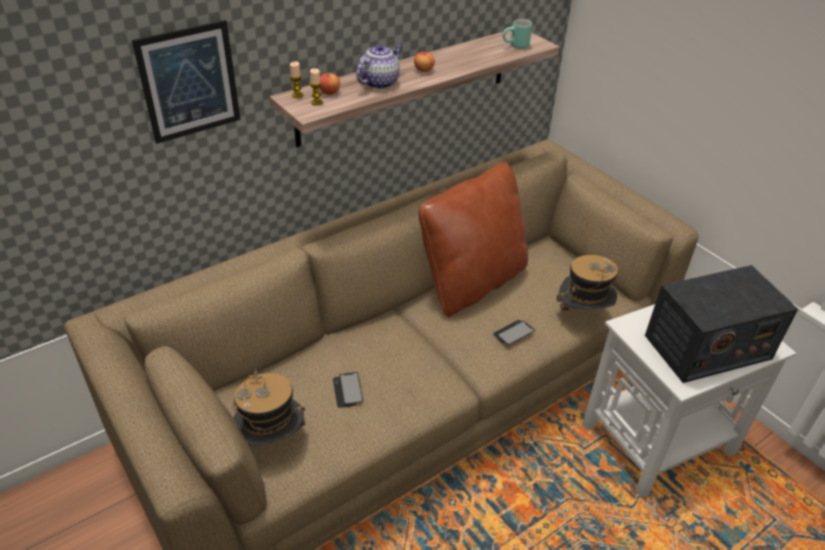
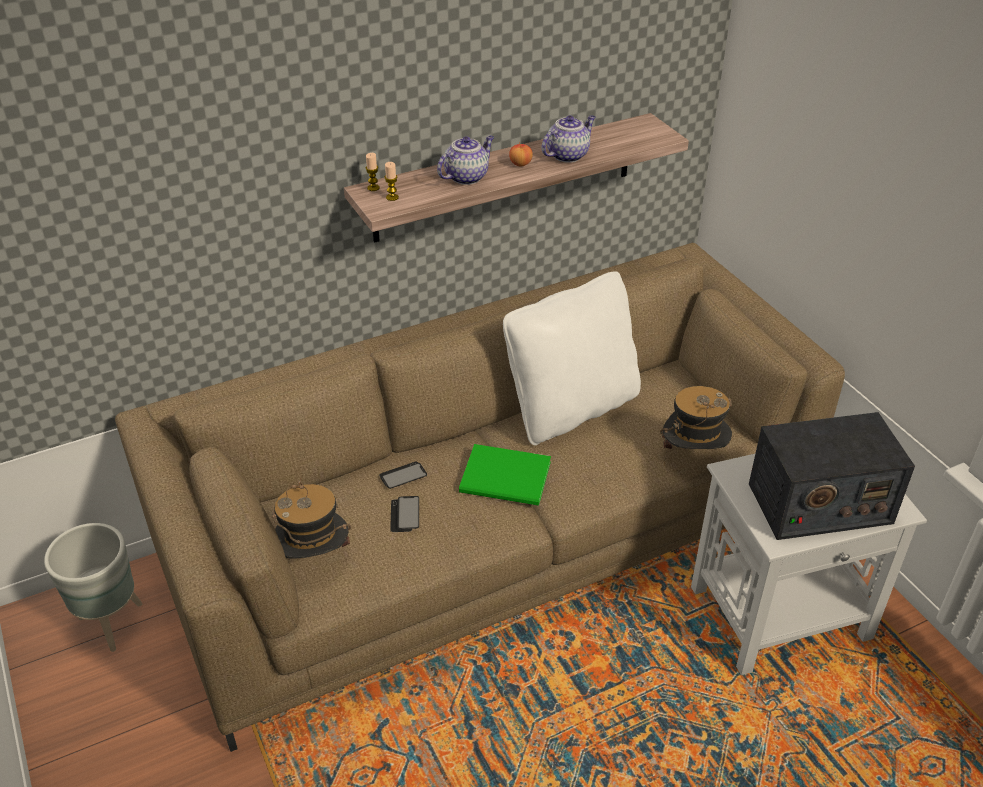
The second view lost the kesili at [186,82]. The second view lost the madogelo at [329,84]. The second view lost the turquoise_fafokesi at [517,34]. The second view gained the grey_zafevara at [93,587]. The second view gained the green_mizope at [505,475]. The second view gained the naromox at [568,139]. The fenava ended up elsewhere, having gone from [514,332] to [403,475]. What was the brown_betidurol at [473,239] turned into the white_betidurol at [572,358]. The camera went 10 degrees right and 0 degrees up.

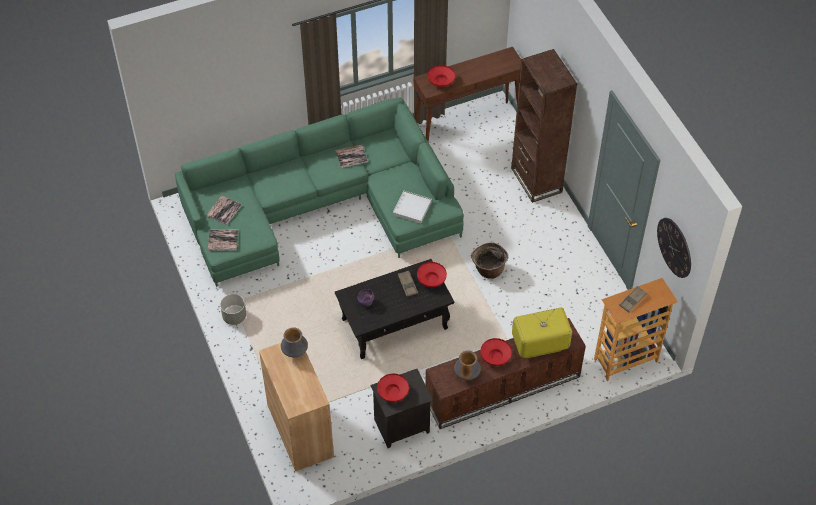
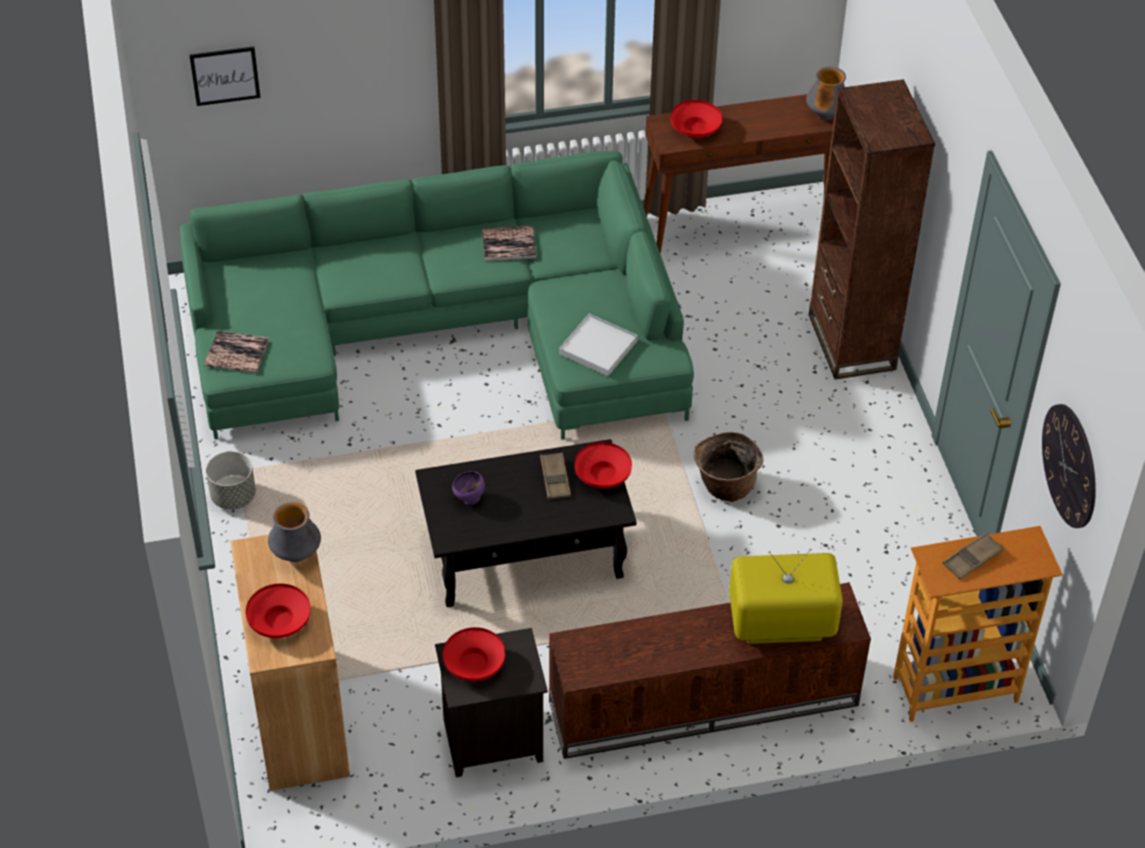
The second view lost the mizope at [224,210]. The second view gained the kesili at [224,76]. The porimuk ended up elsewhere, having gone from [467,365] to [826,93]. The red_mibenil ended up elsewhere, having gone from [496,352] to [278,611]. The camera went 10 degrees right and 5 degrees down.

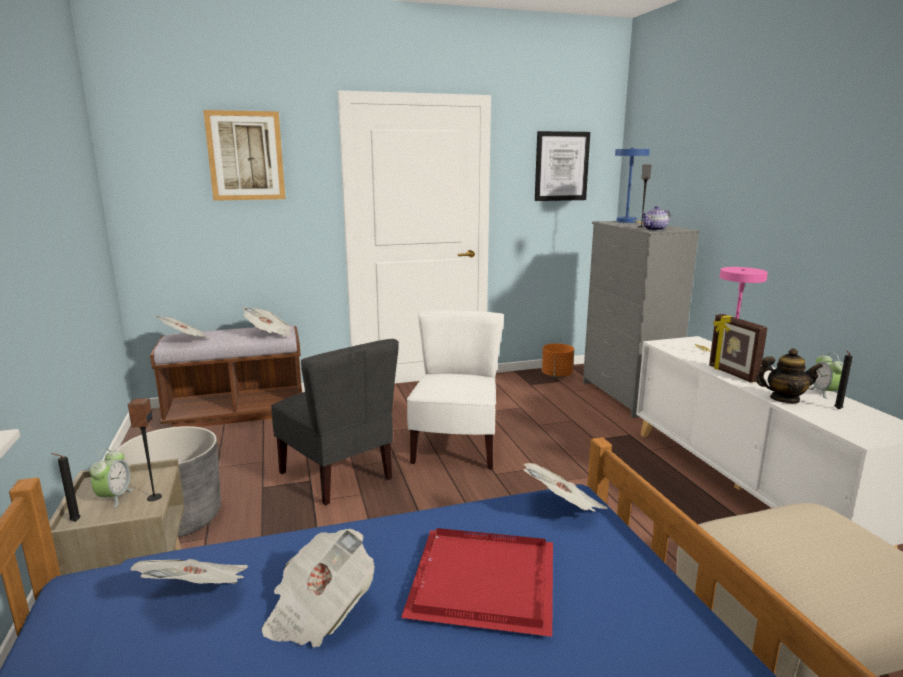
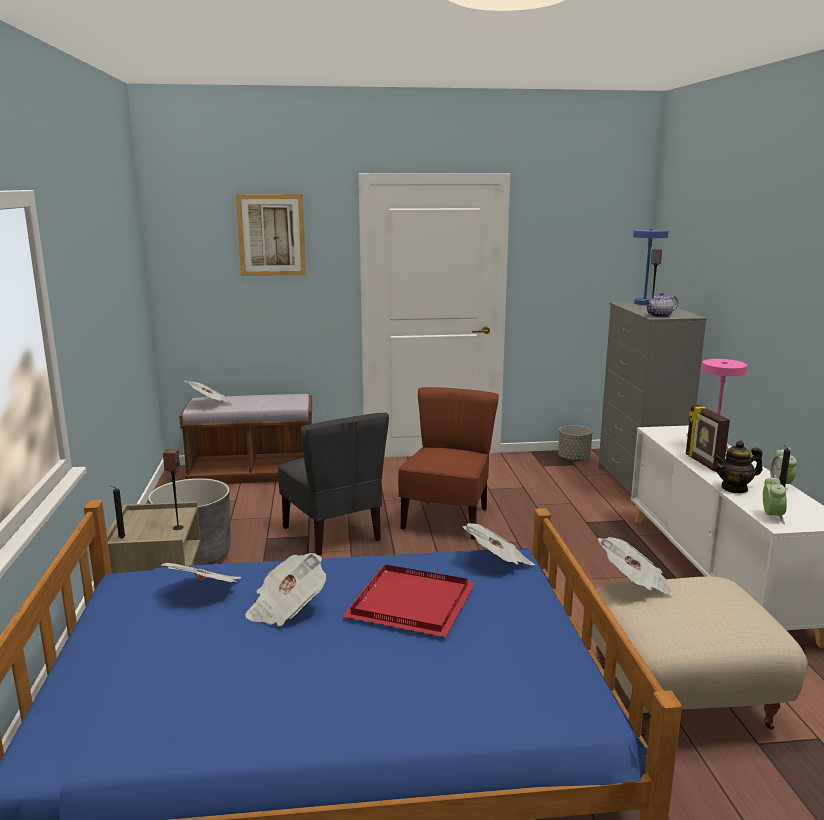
The second view lost the kesili at [562,166]. The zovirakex ended up elsewhere, having gone from [111,478] to [775,499]. The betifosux ended up elsewhere, having gone from [267,322] to [636,566]. What was the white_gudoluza at [455,389] turned into the brown_gudoluza at [448,463]. What was the orange_zafevara at [558,360] turned into the grey_zafevara at [575,443]. The naromox at [789,375] ended up facing another way, 150 degrees clockwise from before. The camera went 10 degrees right and 0 degrees up.

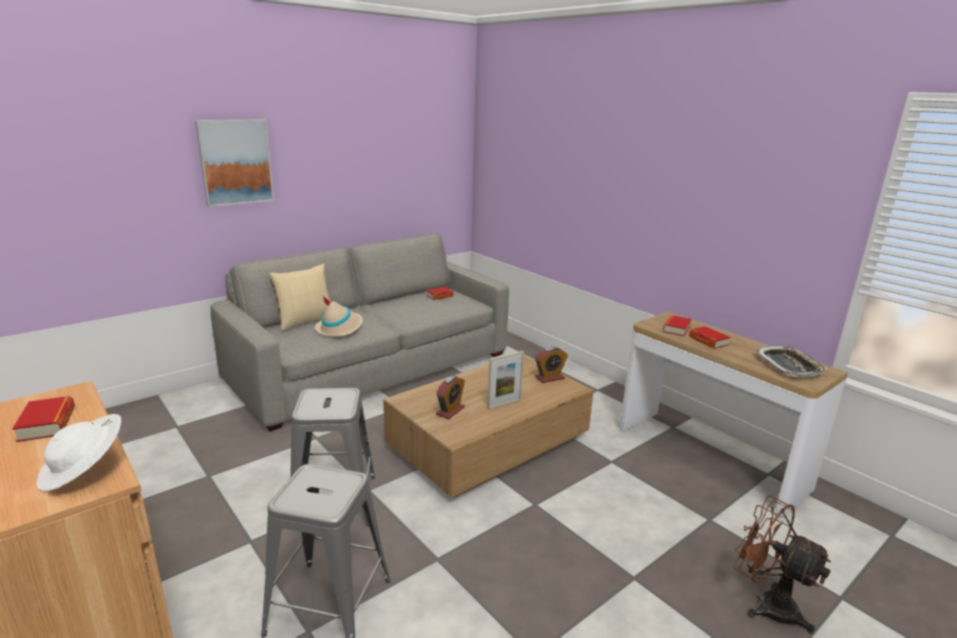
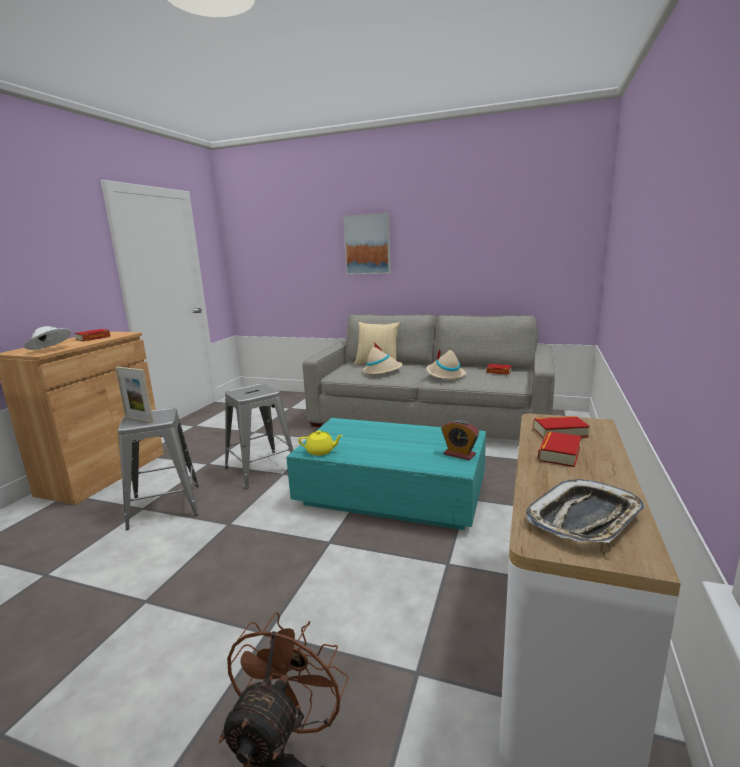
The second view lost the zovirakex at [450,397]. The second view gained the yellow_naromox at [320,443]. The second view gained the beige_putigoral at [446,363]. The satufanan ended up elsewhere, having gone from [505,380] to [134,395]. What was the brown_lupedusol at [488,427] turned into the turquoise_lupedusol at [386,474]. The camera went 60 degrees right and 5 degrees down.

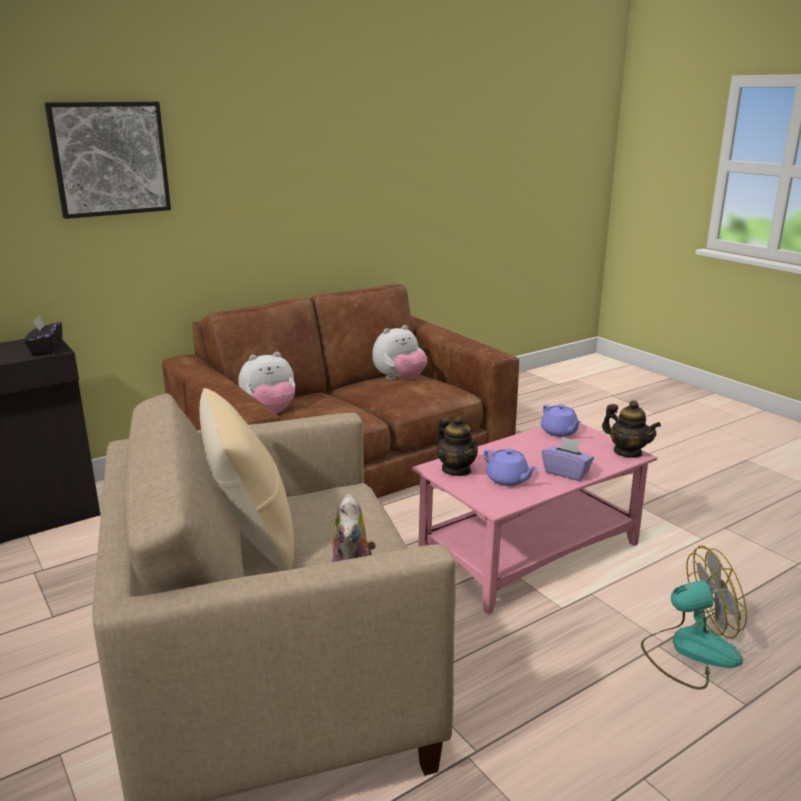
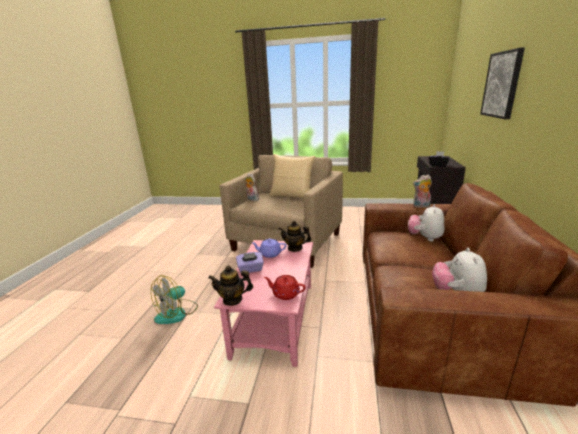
The second view gained the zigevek at [422,191]. What was the purple_naromox at [561,420] turned into the red_naromox at [285,287]. The camera went 135 degrees right and 0 degrees up.

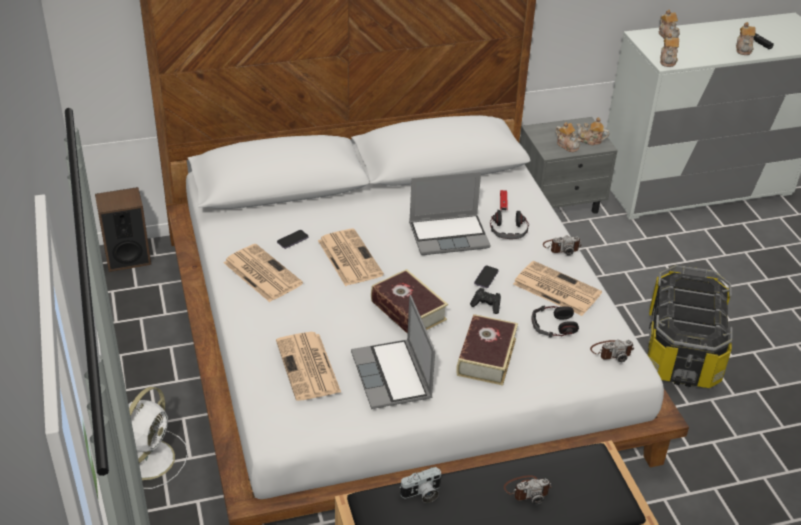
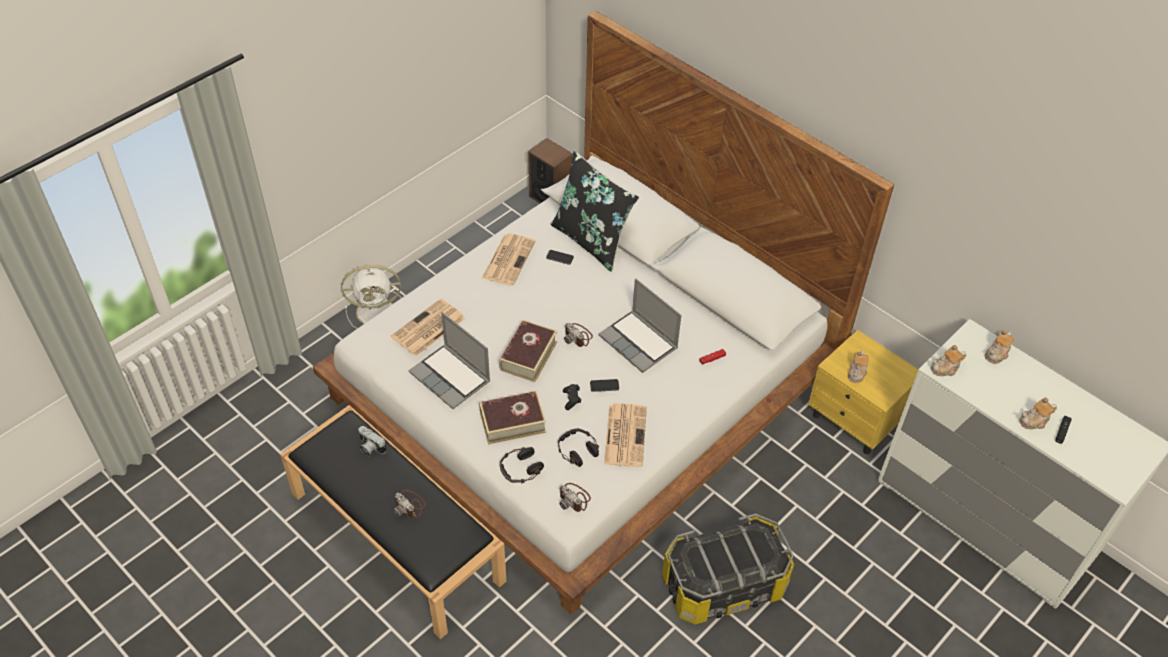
The second view lost the betifosux at [351,257]. The second view lost the naromox at [592,131]. The second view gained the black_betidurol at [594,211]. The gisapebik ended up elsewhere, having gone from [509,224] to [522,465]. The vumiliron ended up elsewhere, having gone from [562,245] to [578,335]. What was the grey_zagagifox at [568,165] turned into the yellow_zagagifox at [863,392]. The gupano at [393,352] ended up facing another way, 90 degrees counterclockwise from before. The camera went 60 degrees right and 10 degrees up.

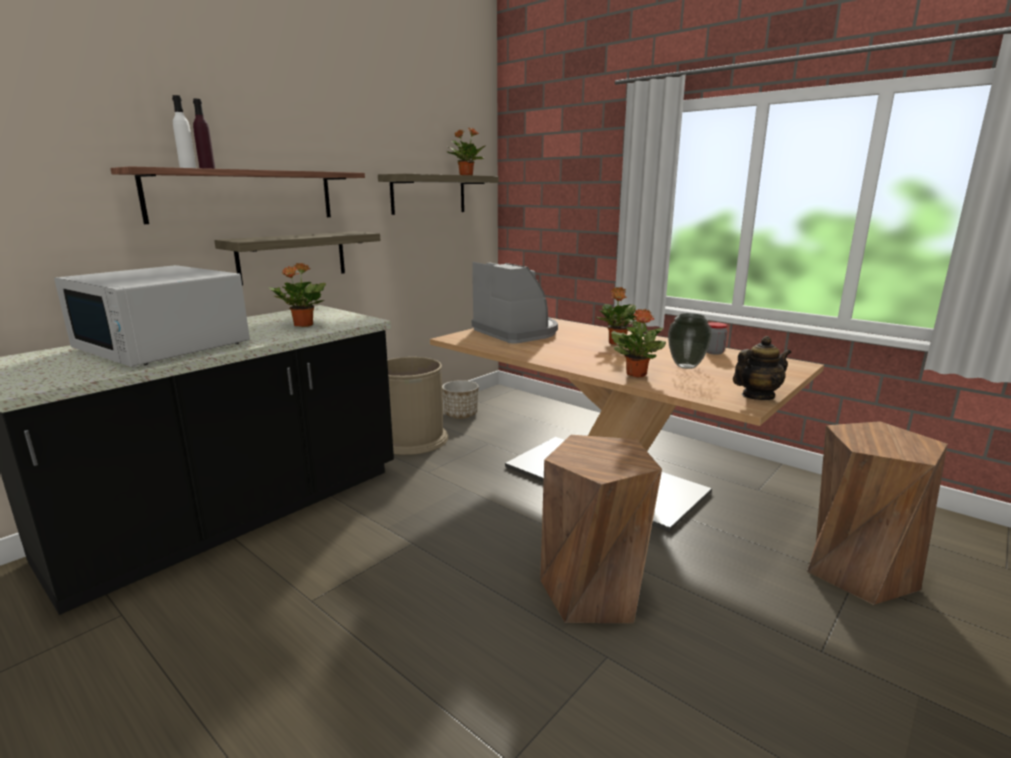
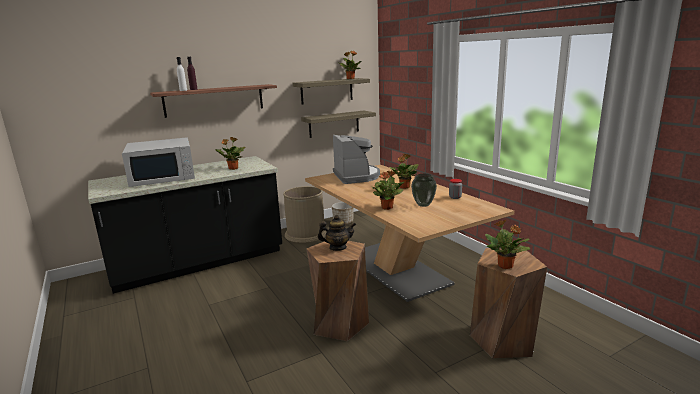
The second view gained the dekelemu at [507,244]. The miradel ended up elsewhere, having gone from [297,259] to [338,124]. The naromox ended up elsewhere, having gone from [762,368] to [337,233]. The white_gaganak at [152,316] ended up facing another way, 75 degrees counterclockwise from before. The camera went 20 degrees right and 0 degrees up.

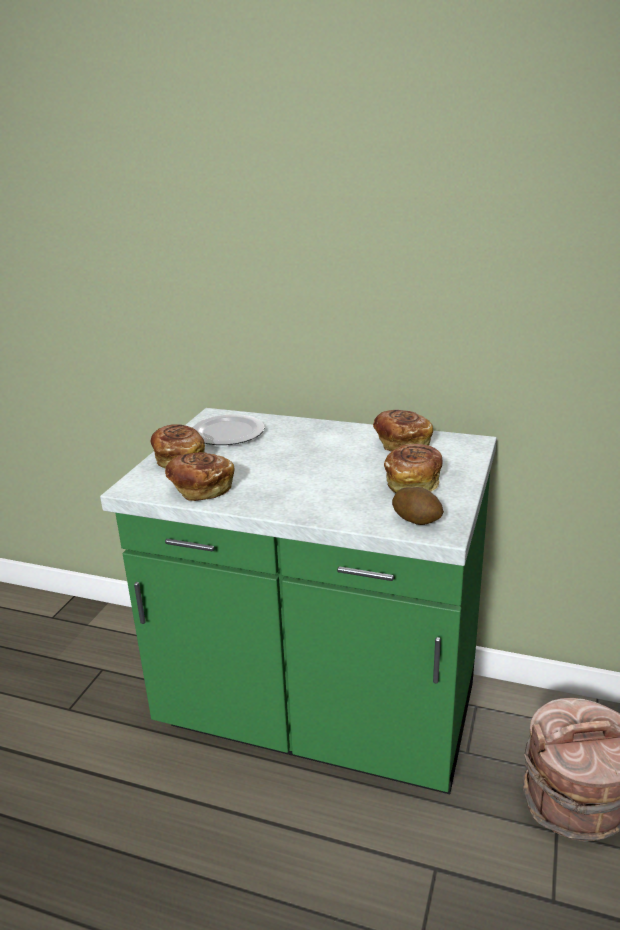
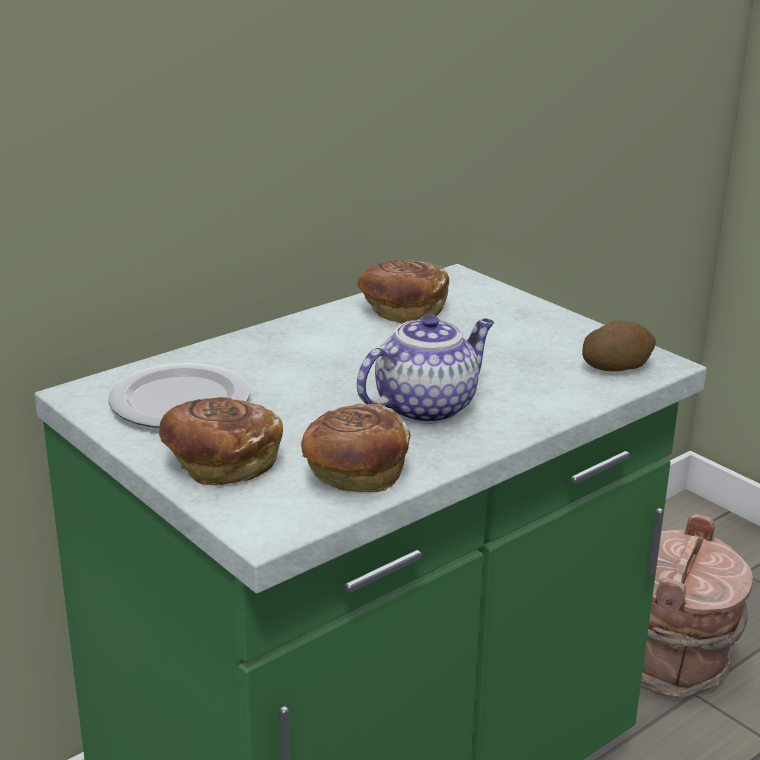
The second view lost the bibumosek at [413,468]. The second view gained the naromox at [425,369]. The camera went 60 degrees left and 0 degrees up.

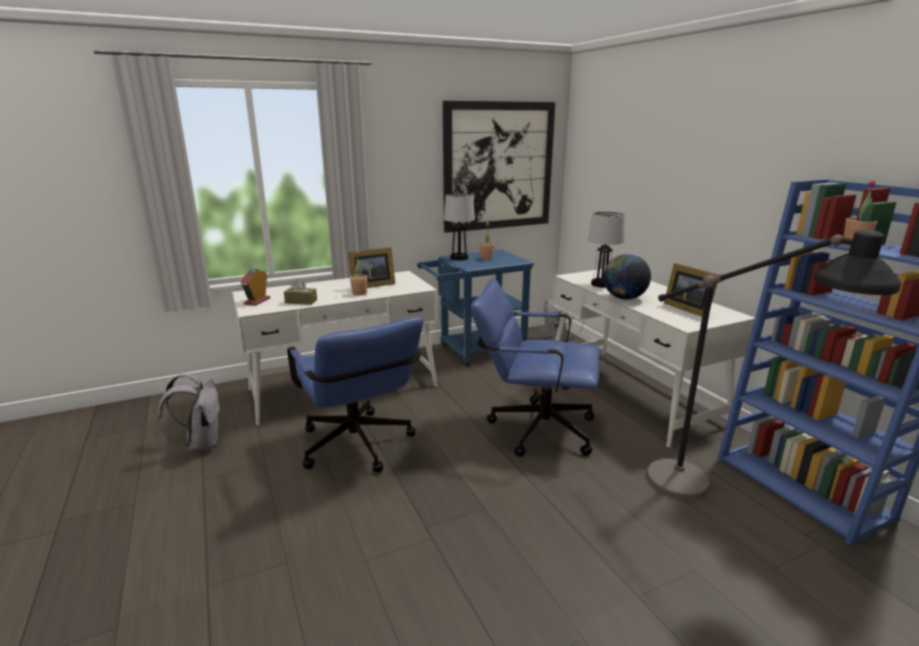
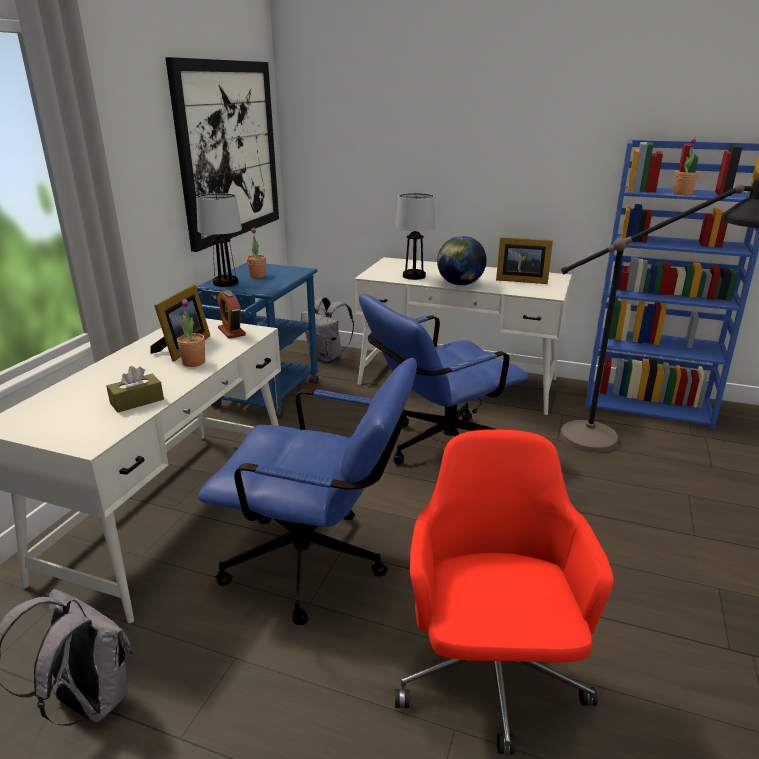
The second view gained the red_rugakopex at [504,592]. The zovirakex ended up elsewhere, having gone from [256,287] to [231,314]. The camera went 45 degrees left and 5 degrees up.

